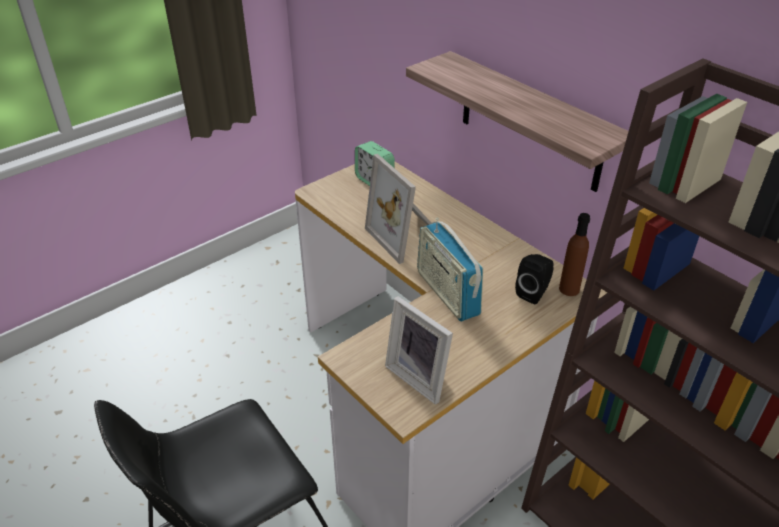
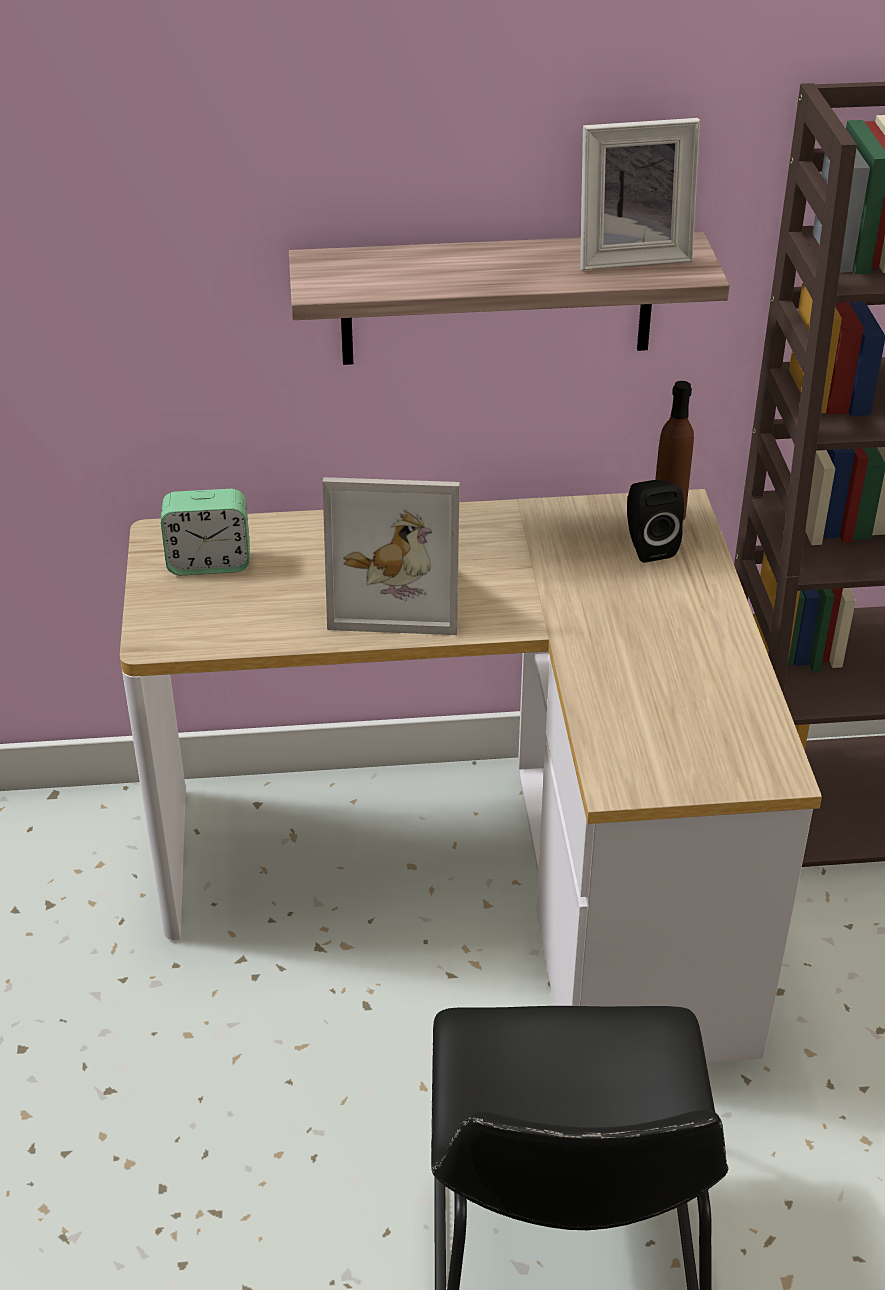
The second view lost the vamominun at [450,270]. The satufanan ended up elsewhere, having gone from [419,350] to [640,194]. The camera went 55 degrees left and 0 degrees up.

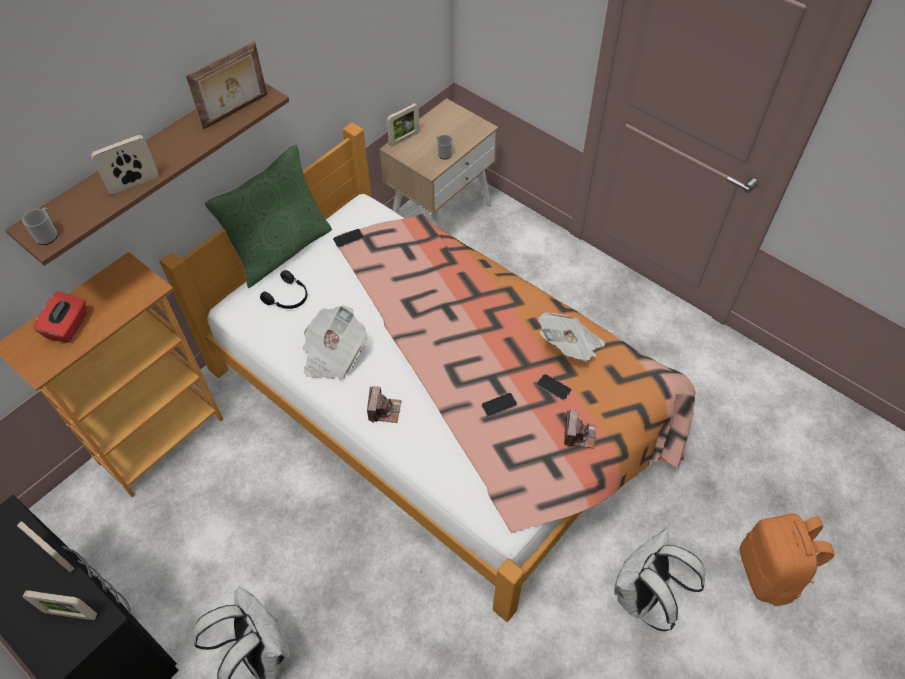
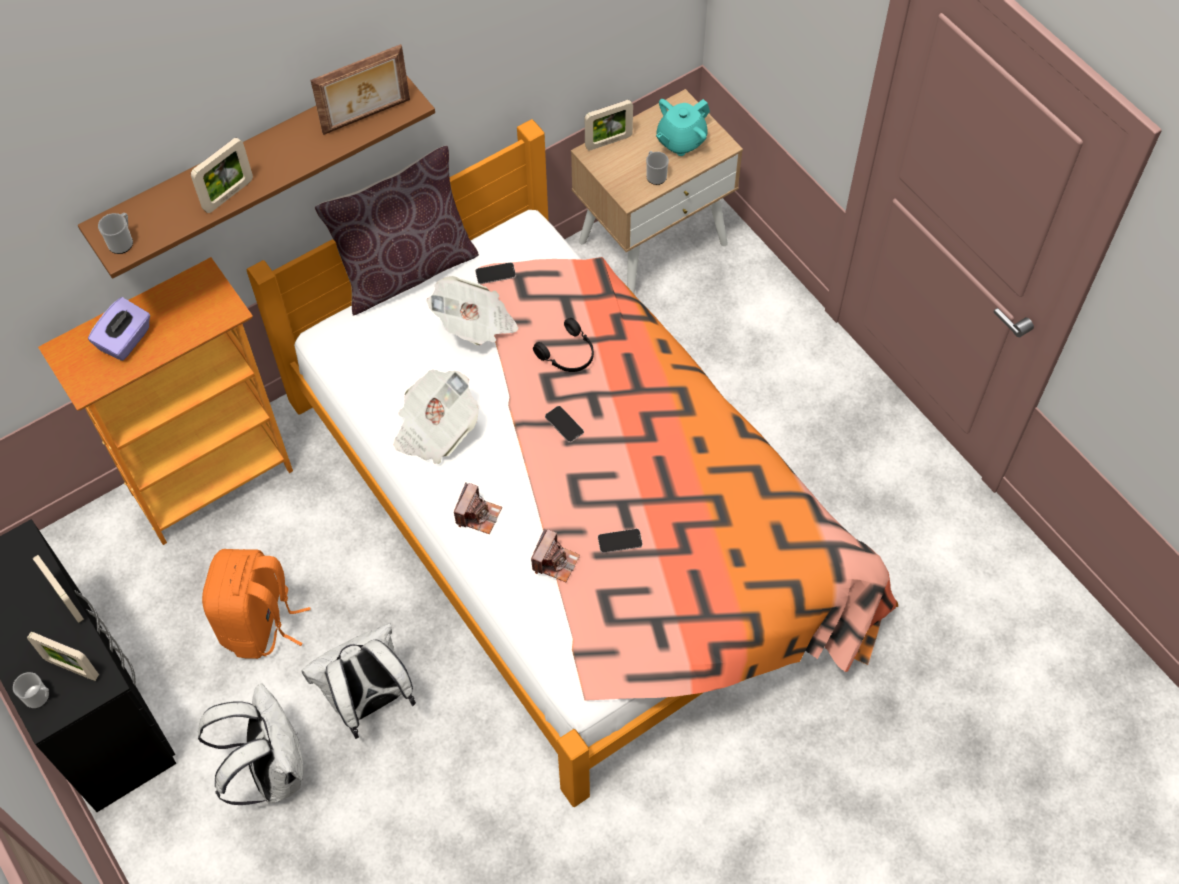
The second view gained the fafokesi at [31,690]. The second view gained the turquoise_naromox at [683,127]. The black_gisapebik ended up elsewhere, having gone from [283,289] to [563,345]. The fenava ended up elsewhere, having gone from [554,387] to [564,424]. The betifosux ended up elsewhere, having gone from [571,336] to [473,310]. The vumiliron ended up elsewhere, having gone from [580,429] to [555,555]. The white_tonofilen ended up elsewhere, having gone from [659,580] to [358,681]. The orange_tonofilen ended up elsewhere, having gone from [787,559] to [256,604]. What was the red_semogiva at [60,317] turned into the purple_semogiva at [119,329]. What was the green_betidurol at [268,216] turned into the brown_betidurol at [397,230]. The satufanan at [125,165] ended up facing another way, 150 degrees clockwise from before. The camera went 15 degrees right and 5 degrees up.

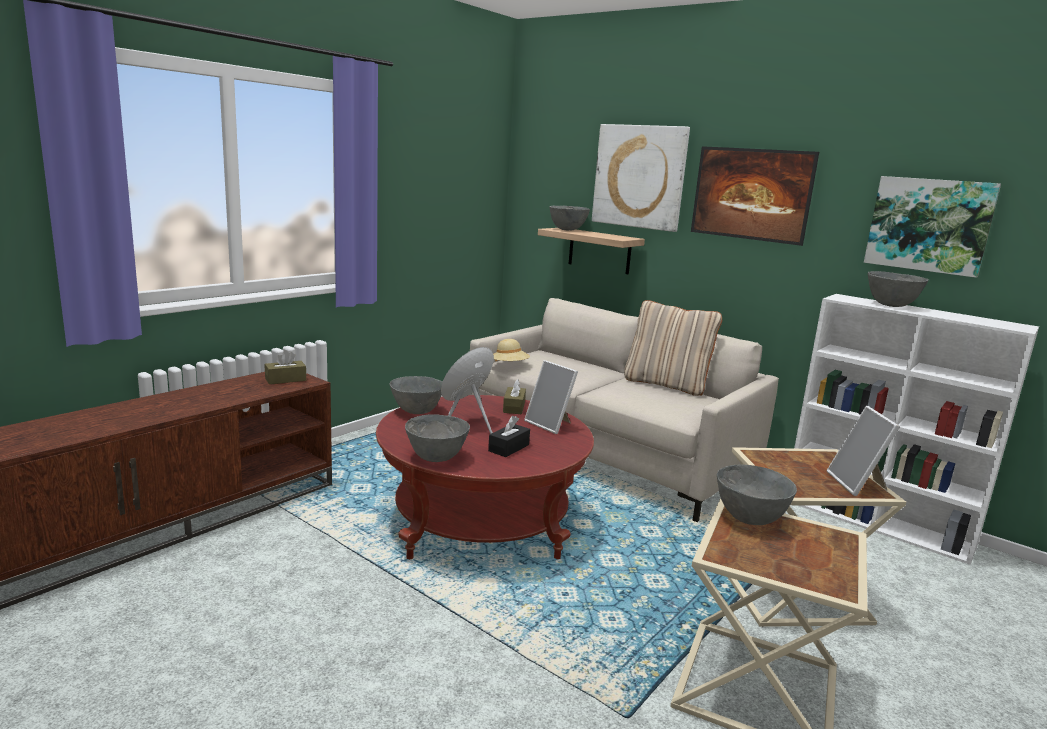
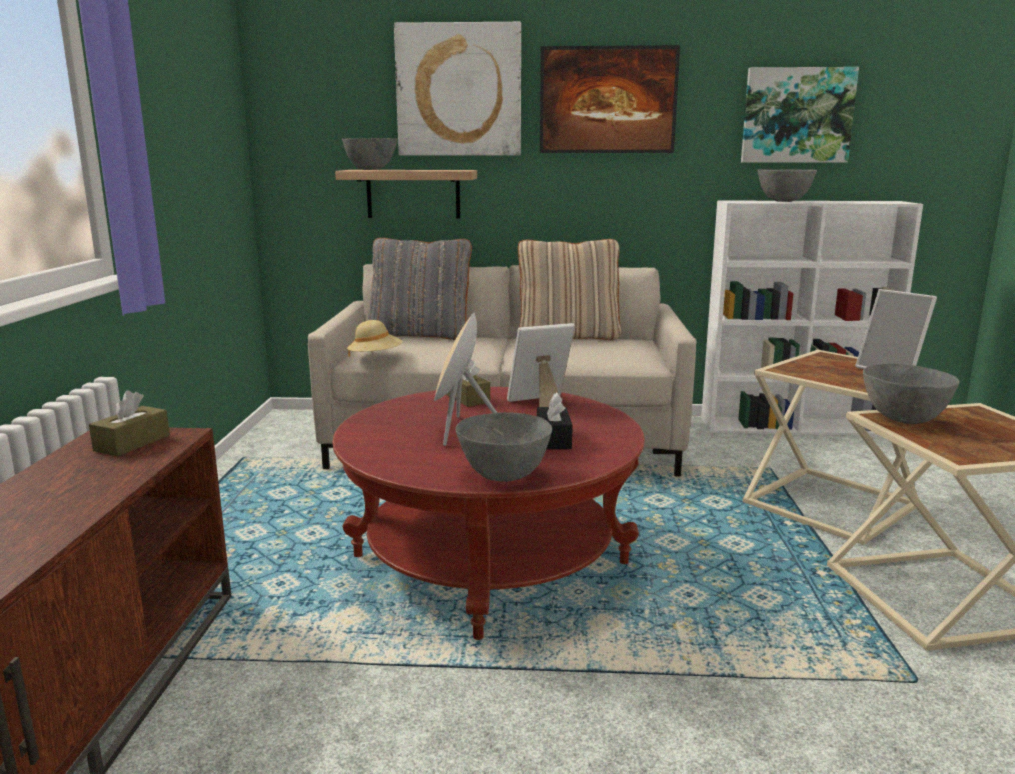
The second view lost the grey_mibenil at [415,395]. The second view gained the grey_betidurol at [420,289]. The satufanan at [551,397] ended up facing another way, 150 degrees clockwise from before. The camera went 35 degrees left and 0 degrees up.

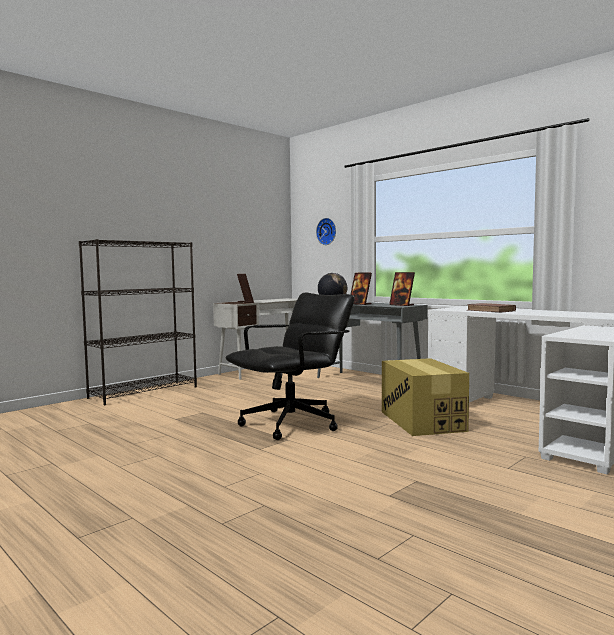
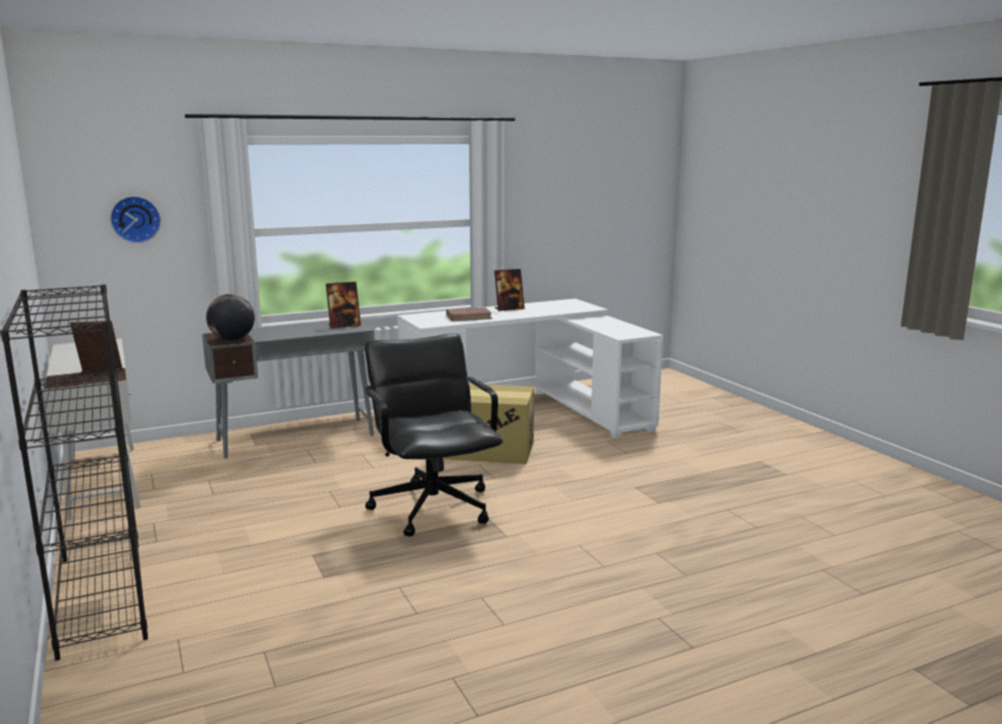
The satufanan ended up elsewhere, having gone from [361,289] to [509,290]. The camera went 70 degrees left and 10 degrees up.

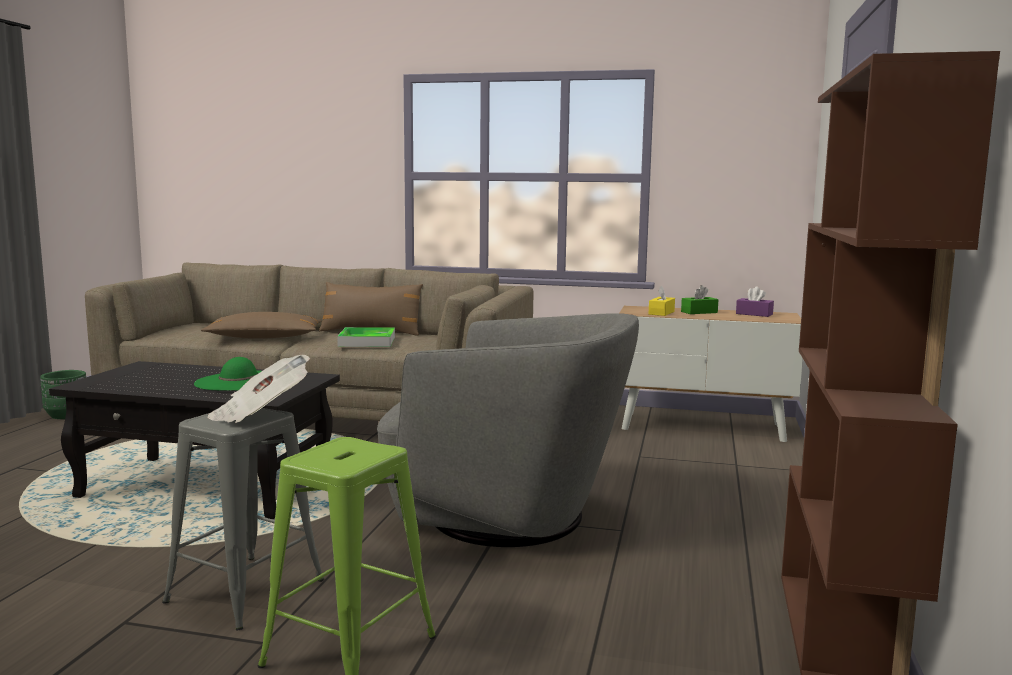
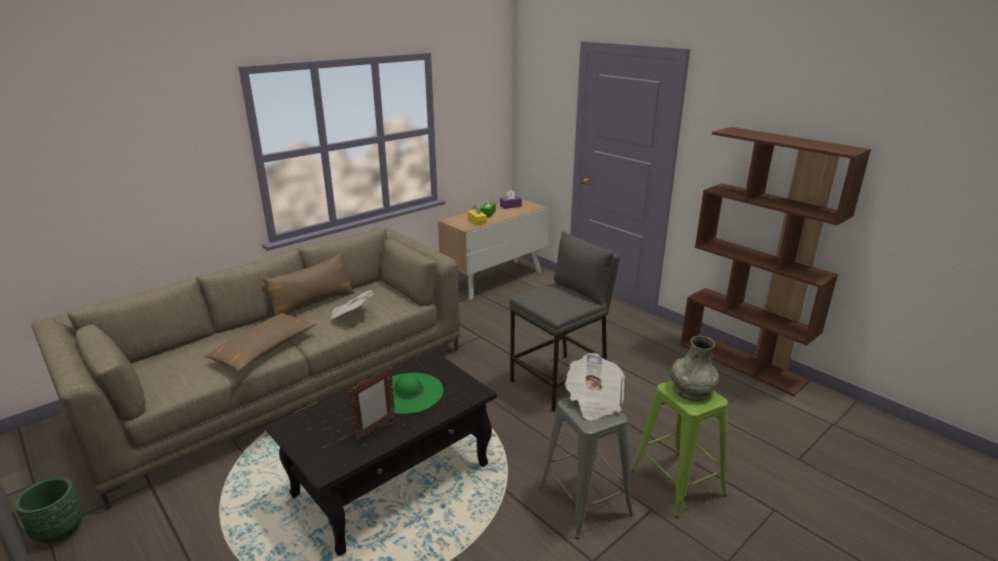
The second view gained the satufanan at [372,403]. The second view gained the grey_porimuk at [694,368]. Where the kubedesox stood at [366,337], the betifosux came to stand at [351,304]. Where the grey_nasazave stood at [508,430], the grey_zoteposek came to stand at [564,321]. The camera went 55 degrees left and 15 degrees up.

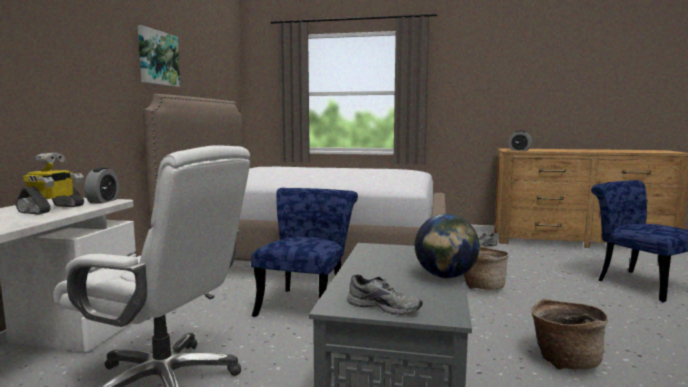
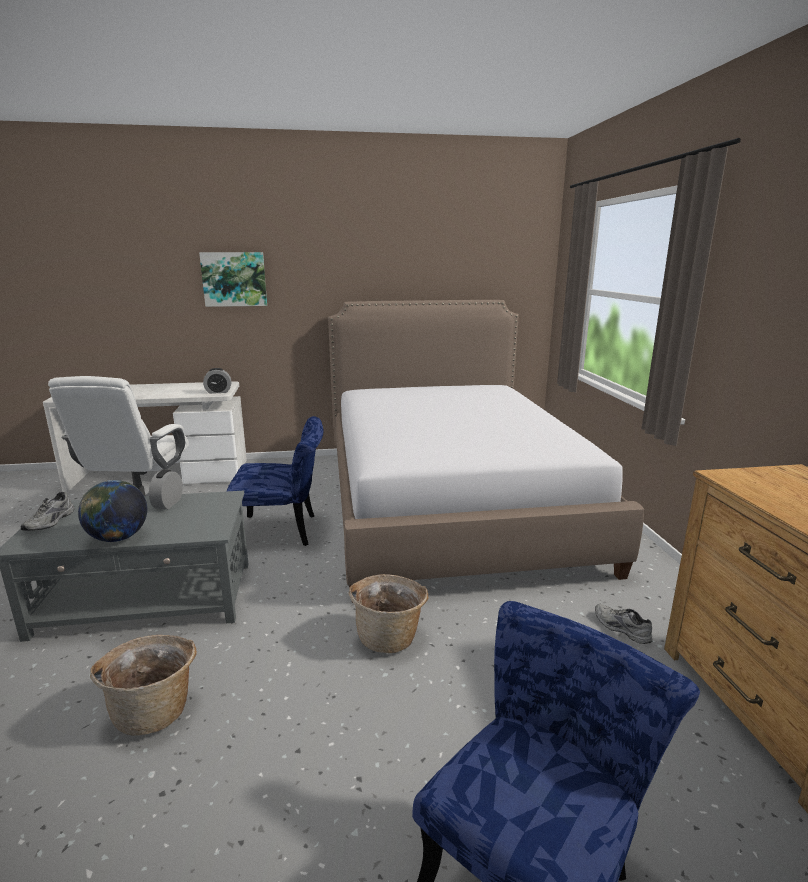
The second view lost the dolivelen at [50,183]. The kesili ended up elsewhere, having gone from [159,56] to [233,279]. The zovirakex ended up elsewhere, having gone from [520,141] to [165,489]. The camera went 70 degrees right and 10 degrees up.

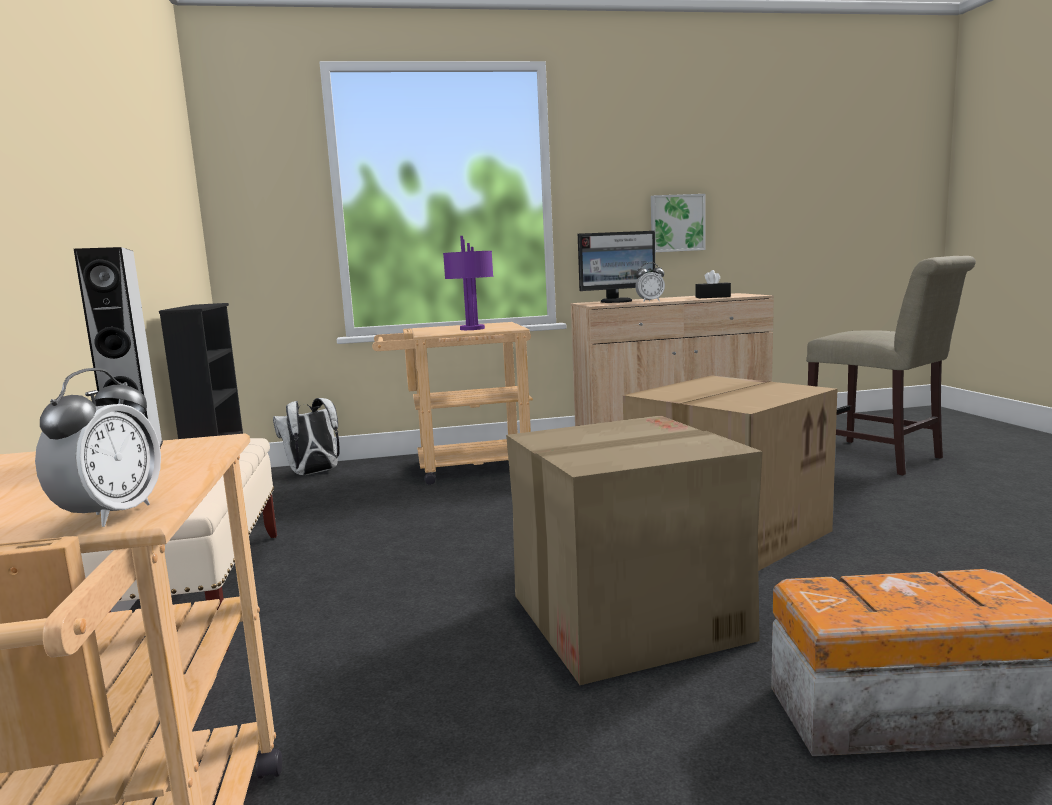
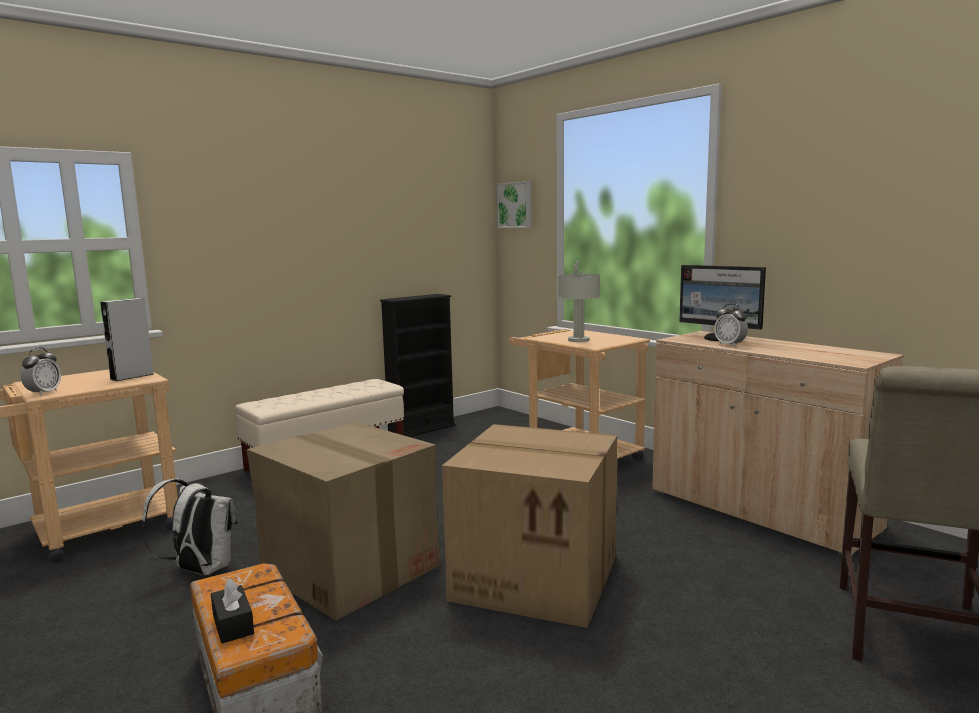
The white_tonofilen ended up elsewhere, having gone from [306,436] to [189,527]. The kesili ended up elsewhere, having gone from [678,223] to [514,204]. The black_semogiva ended up elsewhere, having gone from [713,284] to [232,610]. What was the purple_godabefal at [468,283] turned into the grey_godabefal at [579,301]. The zovirakex at [98,447] ended up facing another way, 60 degrees counterclockwise from before. The camera went 60 degrees right and 0 degrees up.

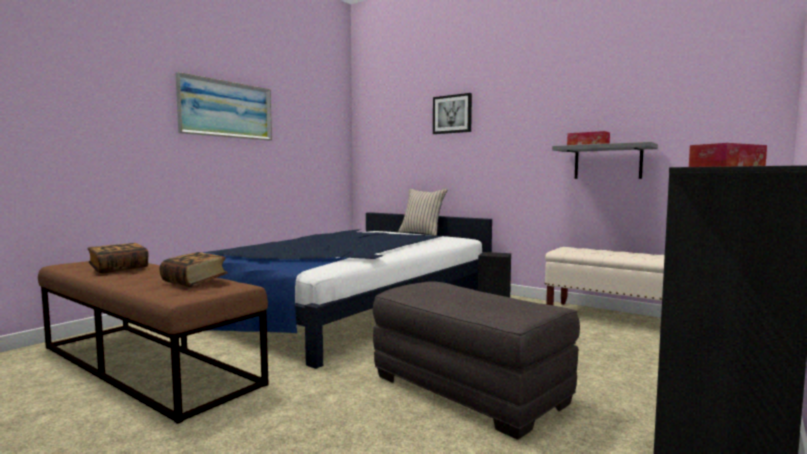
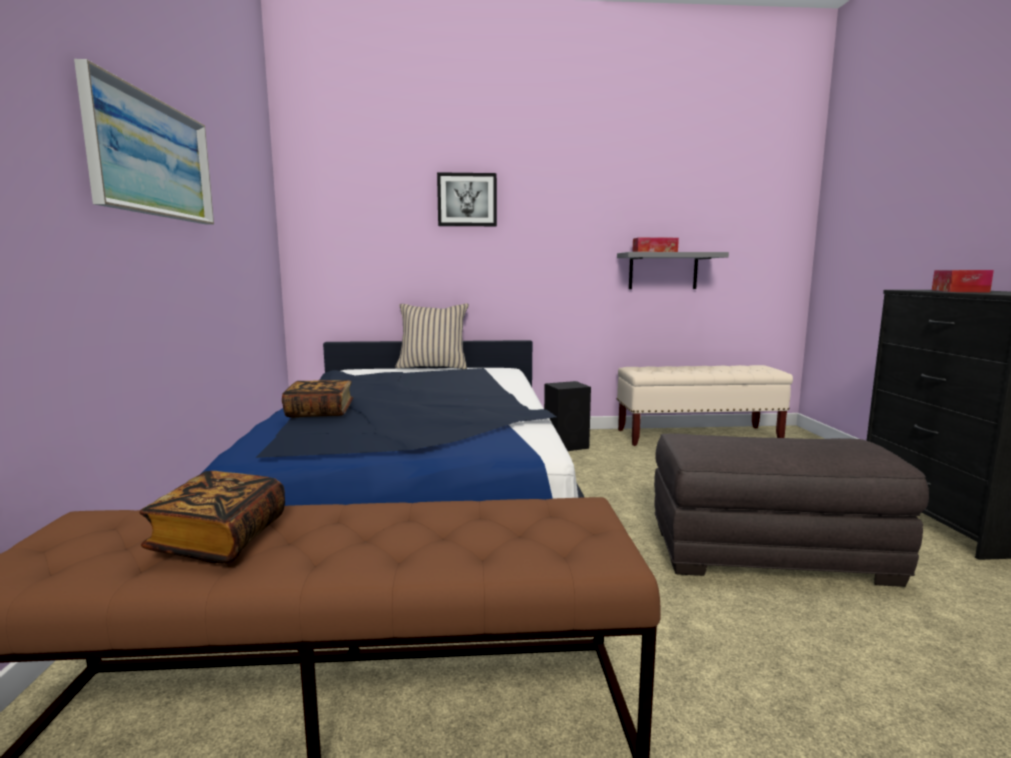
The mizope ended up elsewhere, having gone from [194,269] to [317,399]. The camera went 40 degrees left and 5 degrees up.

